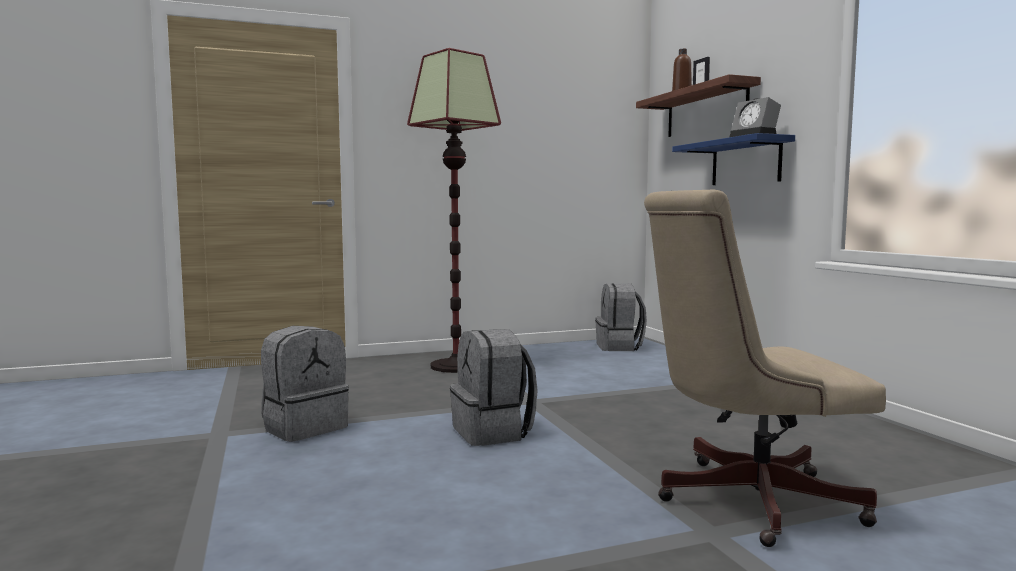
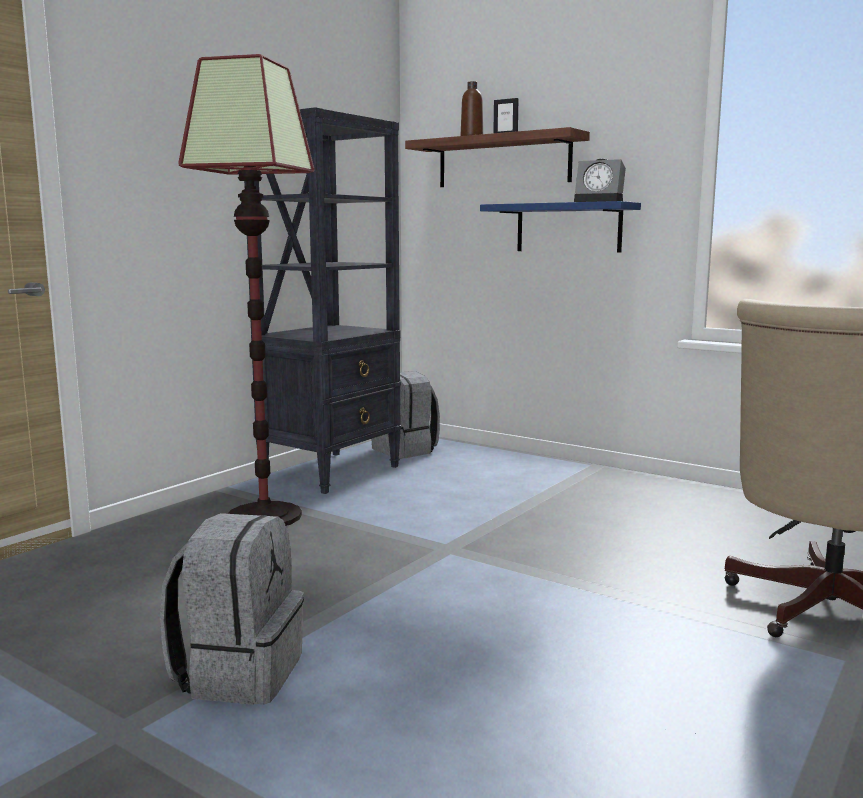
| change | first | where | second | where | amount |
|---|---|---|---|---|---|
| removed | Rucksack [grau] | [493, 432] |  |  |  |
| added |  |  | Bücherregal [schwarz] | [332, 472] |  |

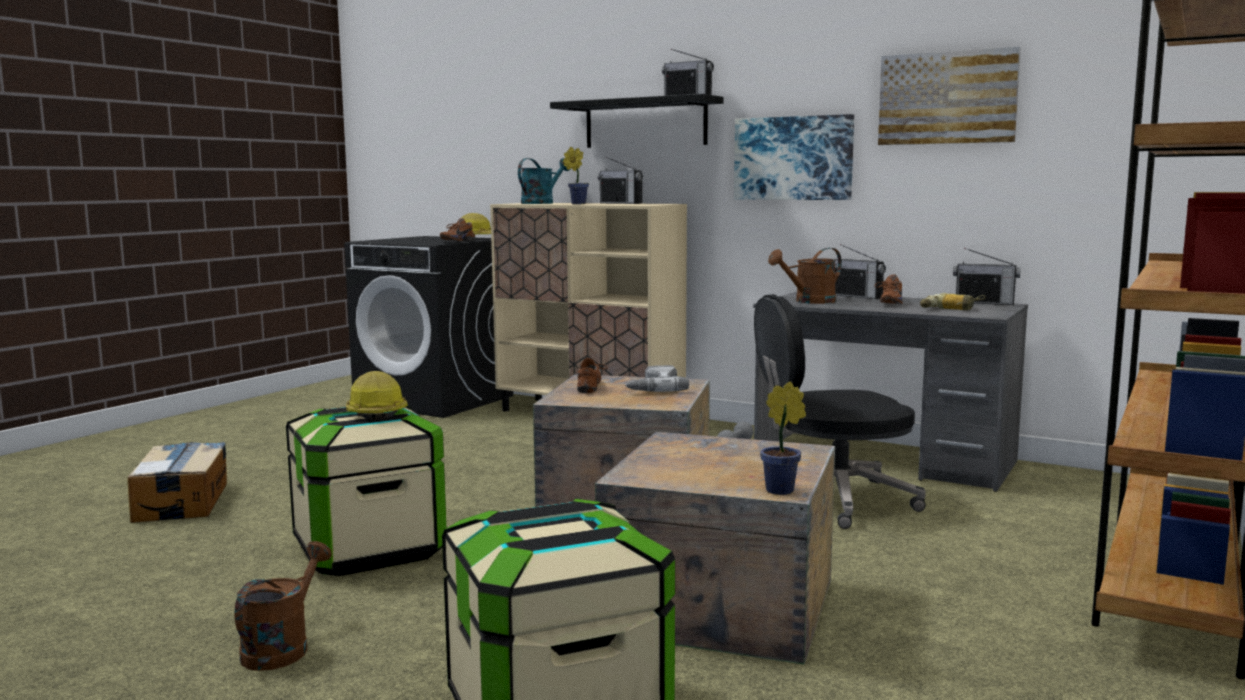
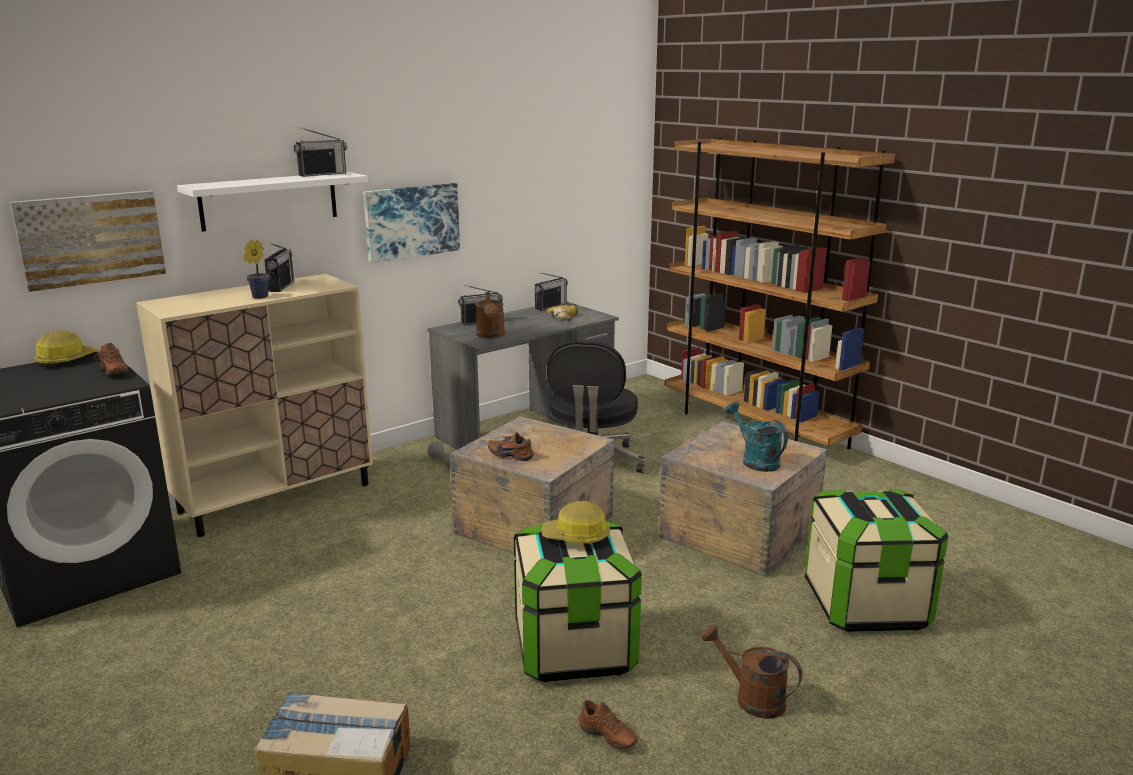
| change | first | where | second | where | amount |
|---|---|---|---|---|---|
| removed | Bohrmaschine | [653, 388] |  |  |  |
| removed | Topfpflanze | [783, 490] |  |  |  |
| moved | Gießkanne [türkis] | [541, 203] |  | [755, 460] |  |
| moved | Schuh [braun] | [889, 304] |  | [605, 738] |  |
| moved | Bild | [947, 98] |  | [91, 239] |  |
| recoloured | Wandregal [schwarz] | [645, 123] | Wandregal [weiß] | [269, 201] |  |
| turned | Radio | [621, 203] |  | [281, 286] | 60 degrees counterclockwise |

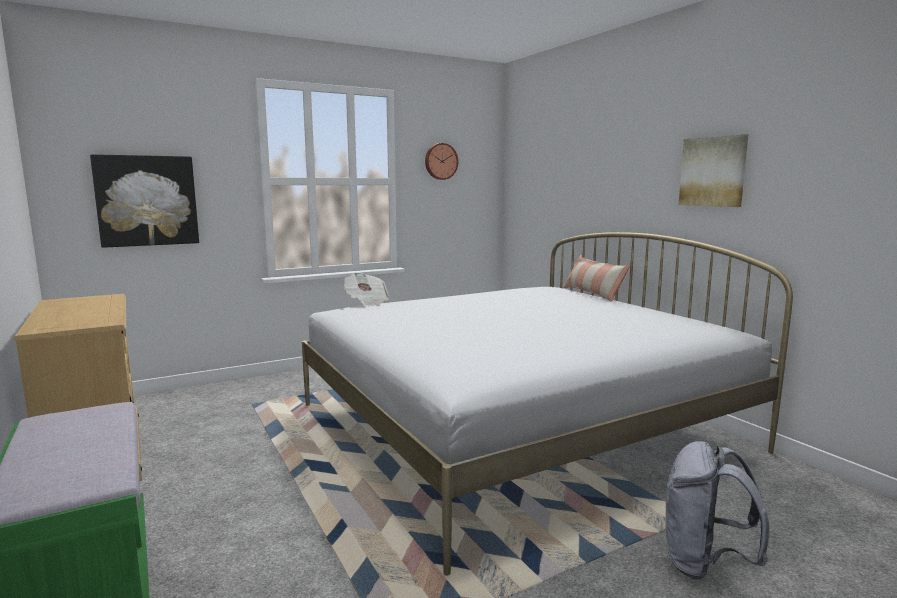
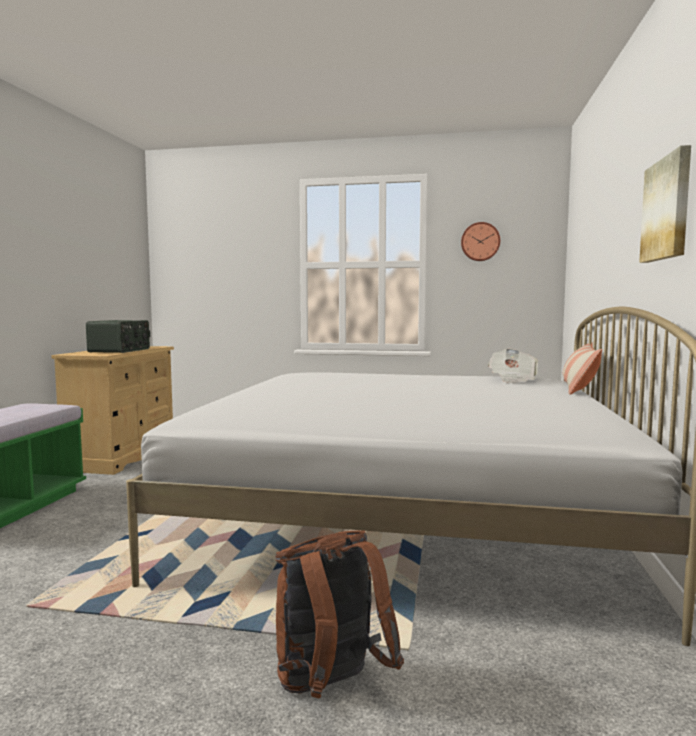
| change | first | where | second | where | amount |
|---|---|---|---|---|---|
| removed | Bild | [147, 201] |  |  |  |
| added |  |  | Radio | [120, 350] |  |
| moved | Zeitung | [366, 301] |  | [512, 379] |  |
| recoloured | Rucksack [grau] | [704, 564] | Rucksack [braun] | [330, 687] |  |

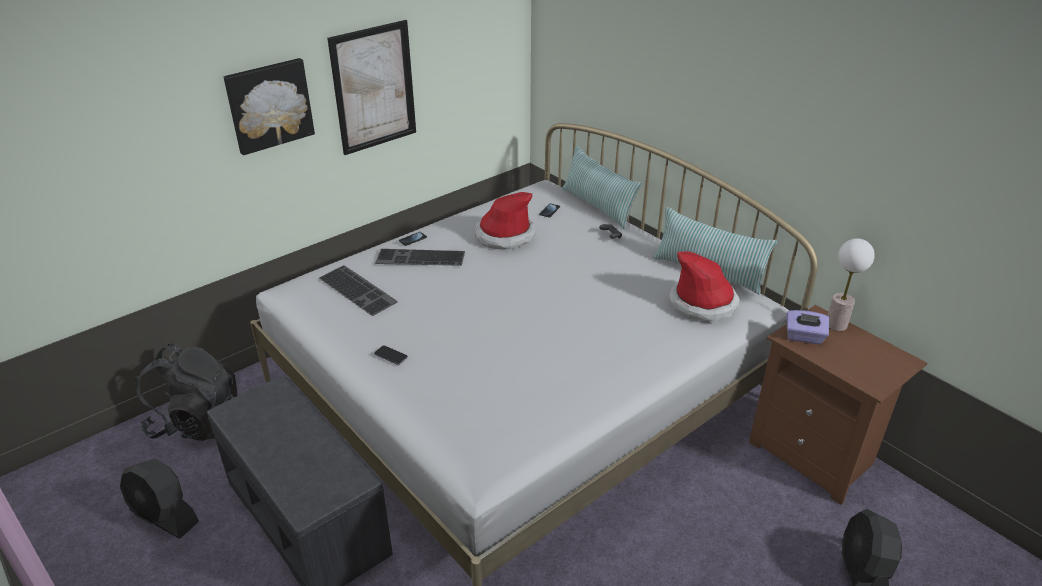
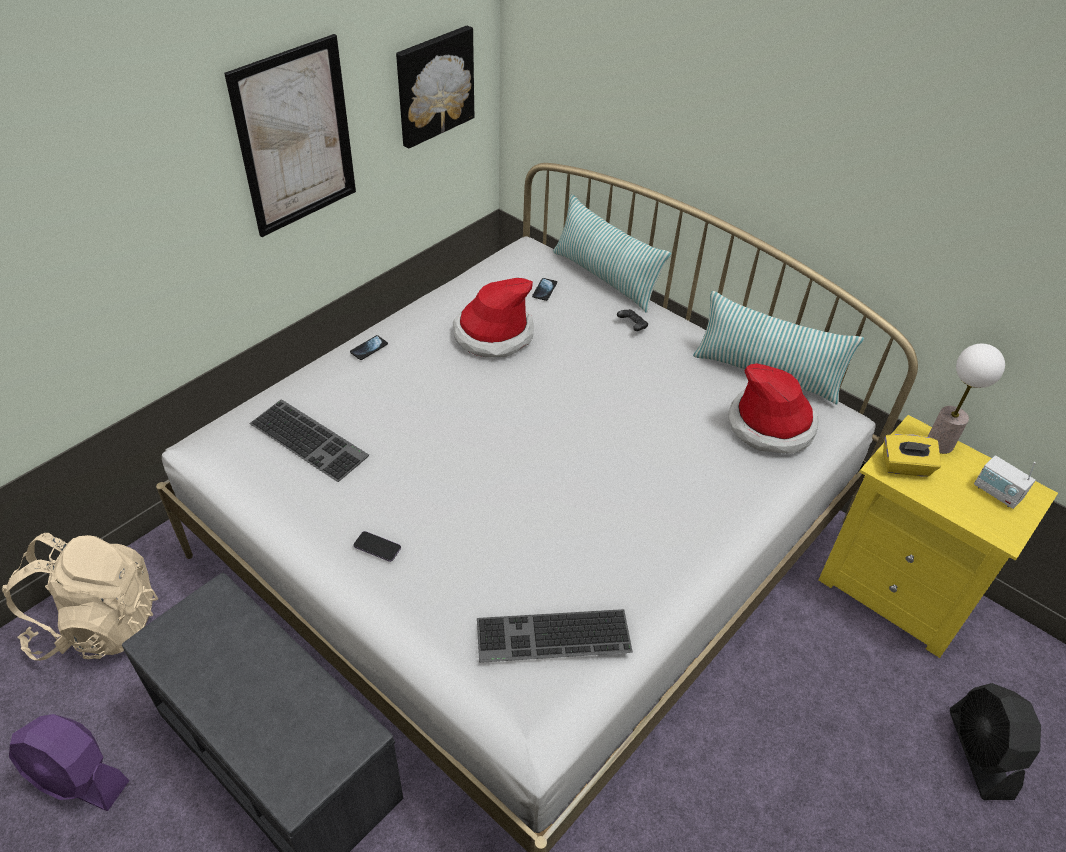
| change | first | where | second | where | amount |
|---|---|---|---|---|---|
| added |  |  | Radio | [997, 493] |  |
| moved | Bild | [269, 105] |  | [434, 85] |  |
| moved | Tastatur | [419, 259] |  | [552, 638] |  |
| recoloured | Ventilator [schwarz] | [164, 517] | Ventilator [lila] | [78, 778] |  |
| recoloured | Rucksack [schwarz] | [197, 422] | Rucksack [beige] | [99, 624] |  |
| recoloured | Nachttisch [braun] | [815, 455] | Nachttisch [gelb] | [898, 590] |  |
| recoloured | Taschentuchbox [lila] | [804, 337] | Taschentuchbox [gelb] | [905, 467] |  |

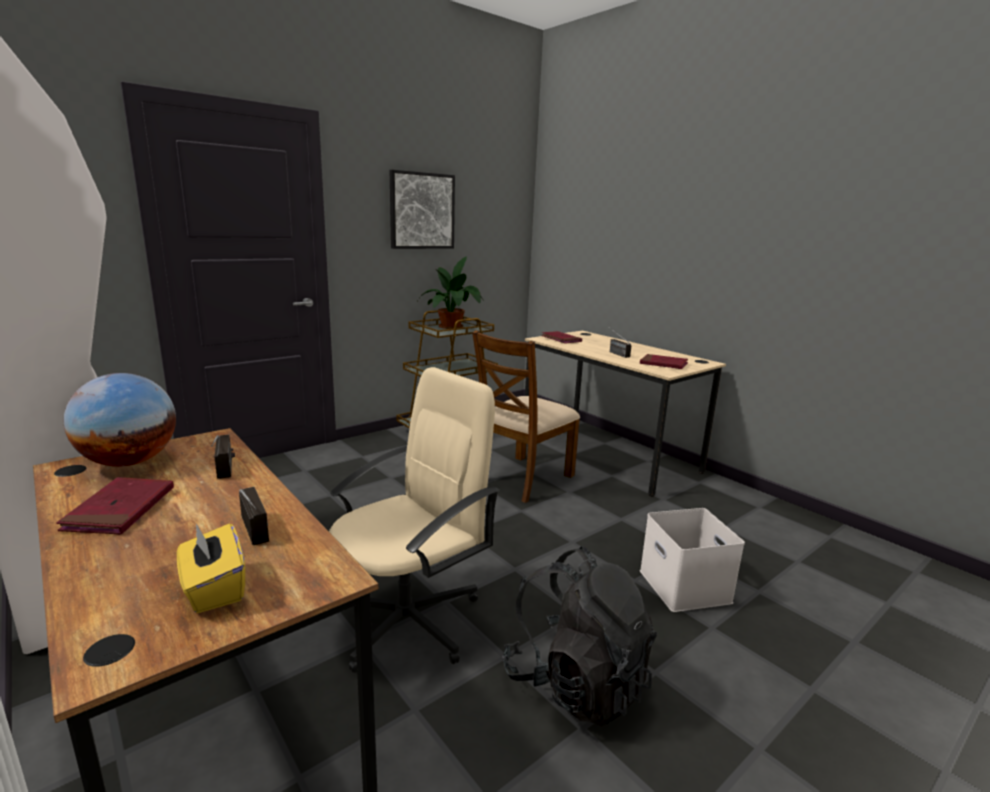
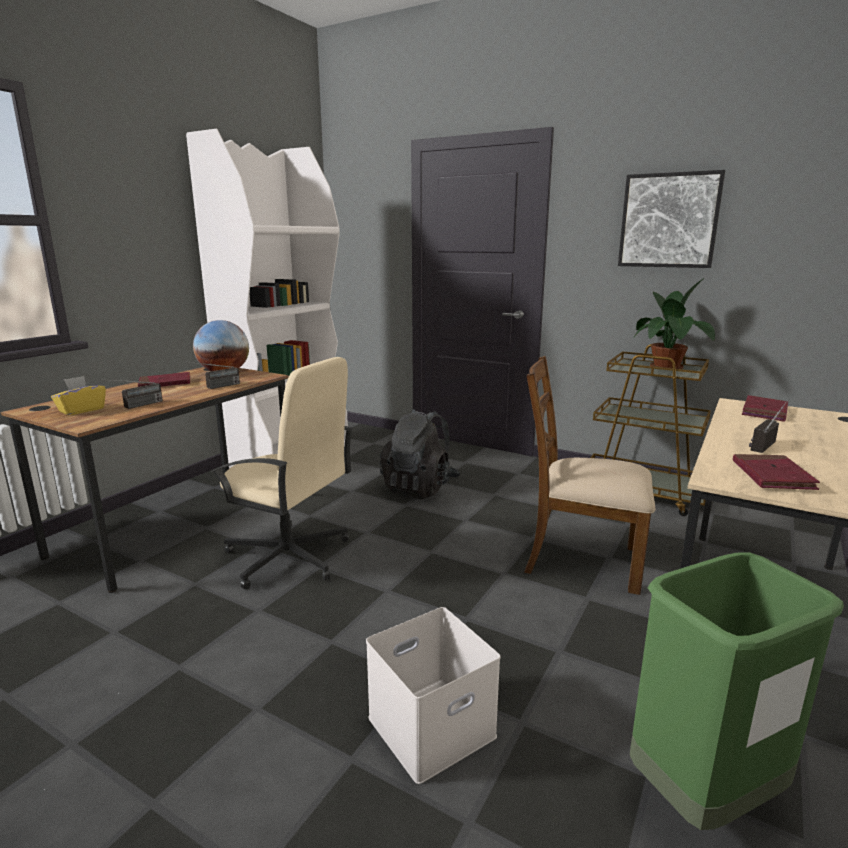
| change | first | where | second | where | amount |
|---|---|---|---|---|---|
| added |  |  | Mülleimer [grün] | [704, 795] |  |
| moved | Rucksack [schwarz] | [576, 682] |  | [420, 488] |  |

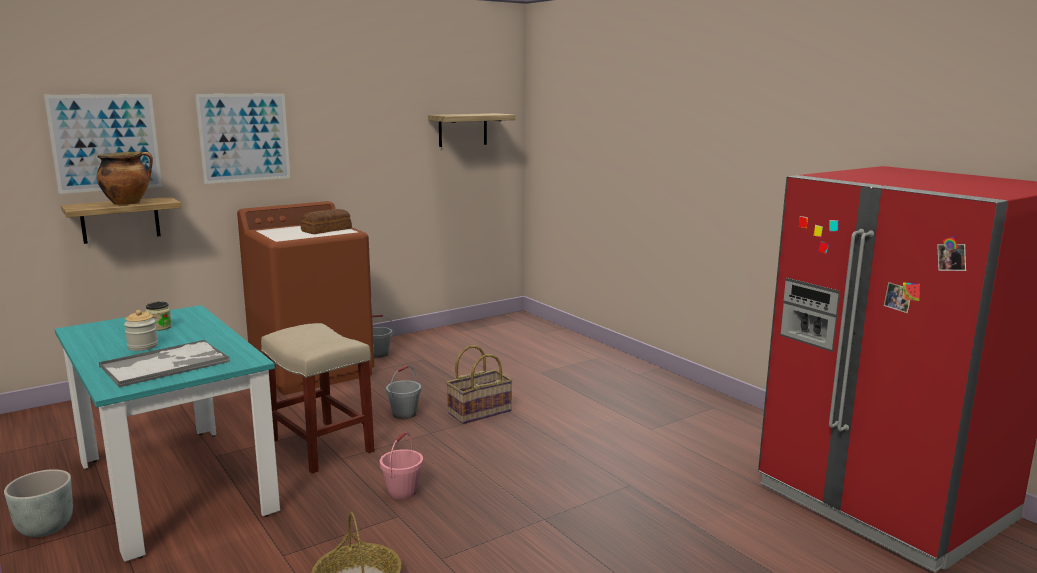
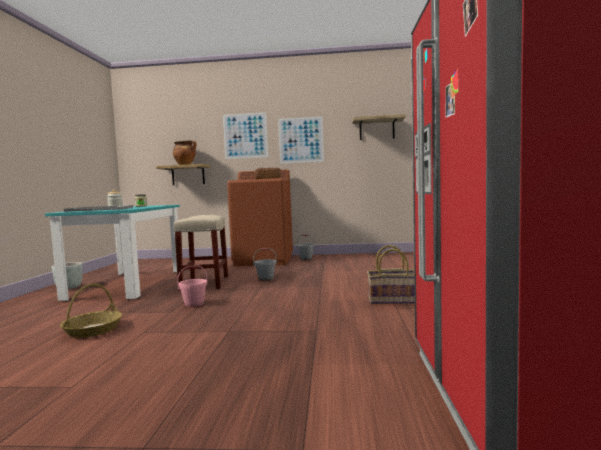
| change | first | where | second | where | amount |
|---|---|---|---|---|---|
| moved | Bild | [105, 143] |  | [301, 140] |  |
| moved | Korb | [479, 412] |  | [393, 300] |  |

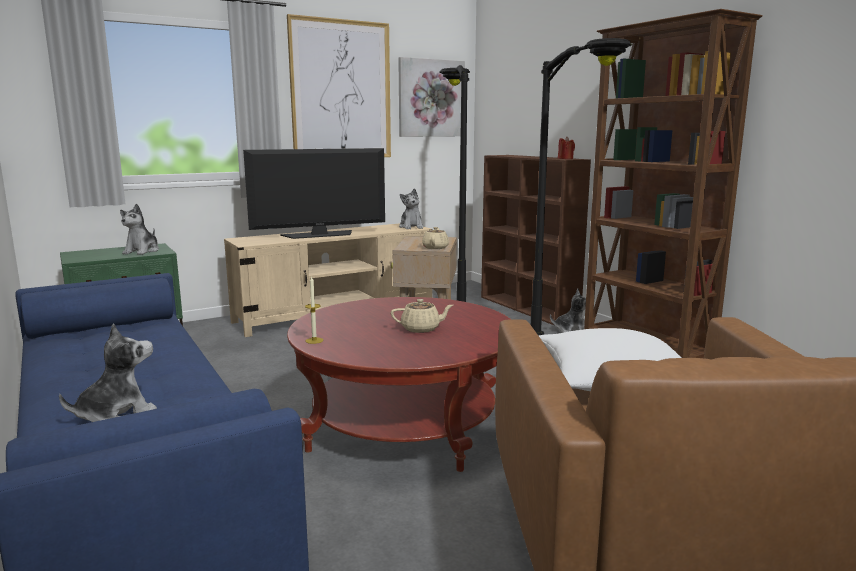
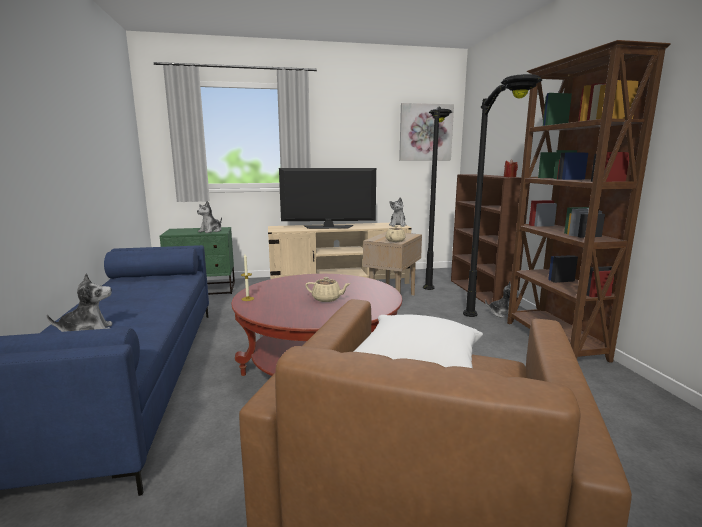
| change | first | where | second | where | amount |
|---|---|---|---|---|---|
| removed | Bild | [341, 90] |  |  |  |

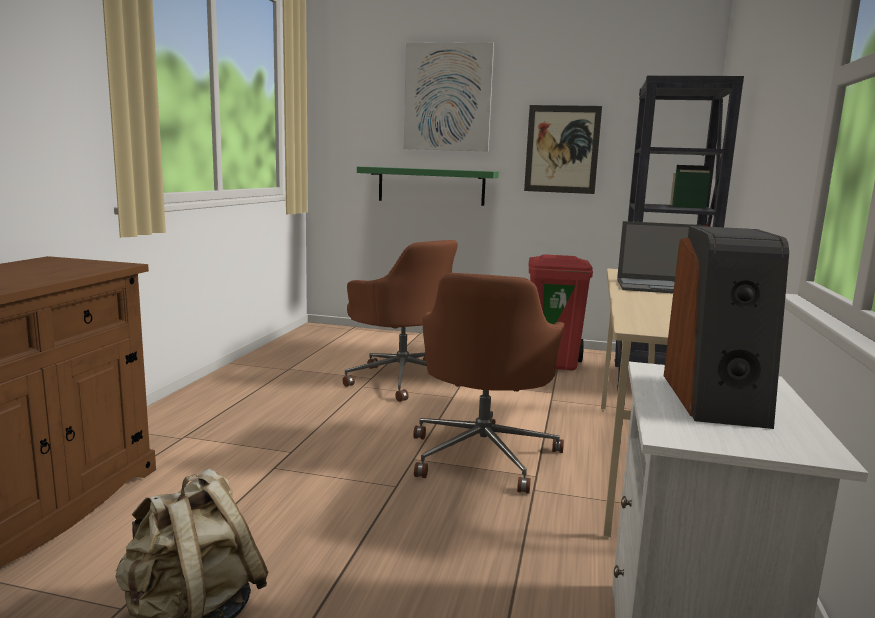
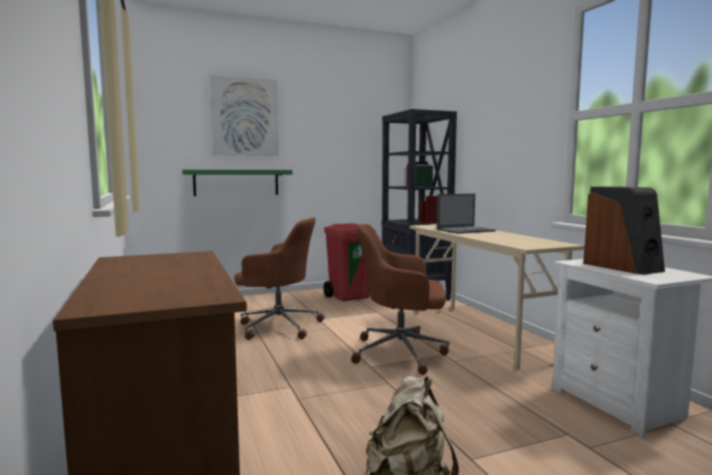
| change | first | where | second | where | amount |
|---|---|---|---|---|---|
| removed | Bild | [562, 149] |  |  |  |
| turned | Bürostuhl [braun] | [484, 455] |  | [401, 352] | 120 degrees clockwise |

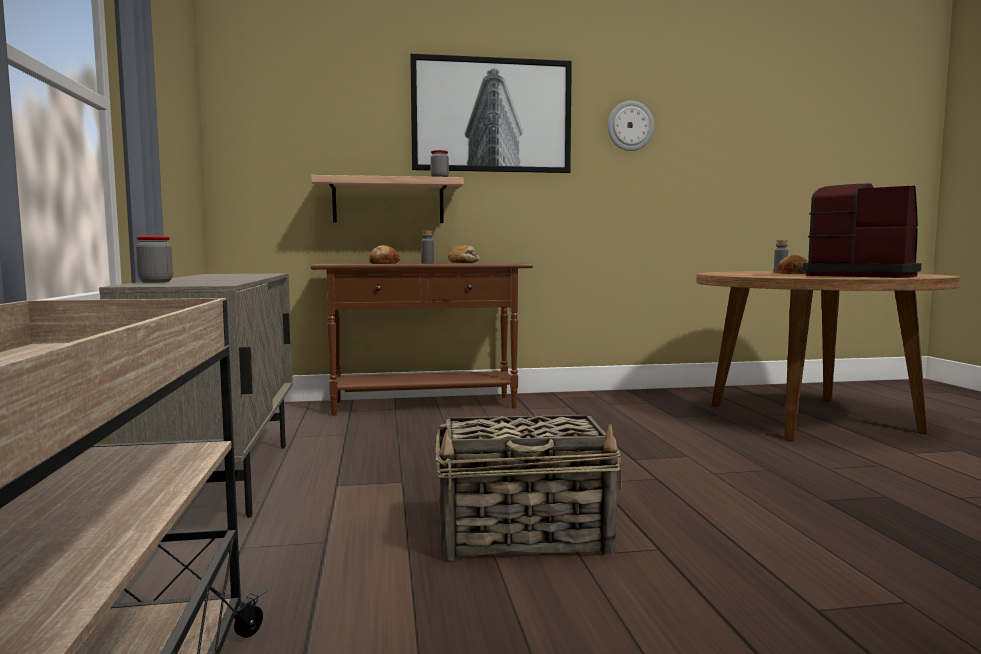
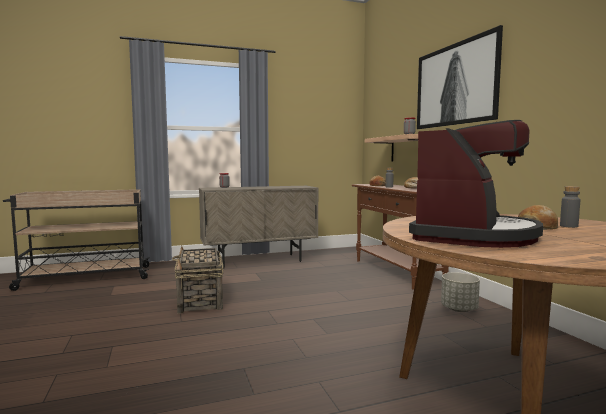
| change | first | where | second | where | amount |
|---|---|---|---|---|---|
| removed | Wanduhr | [630, 126] |  |  |  |
| added |  |  | Pflanzkübel [grau] | [458, 309] |  |

